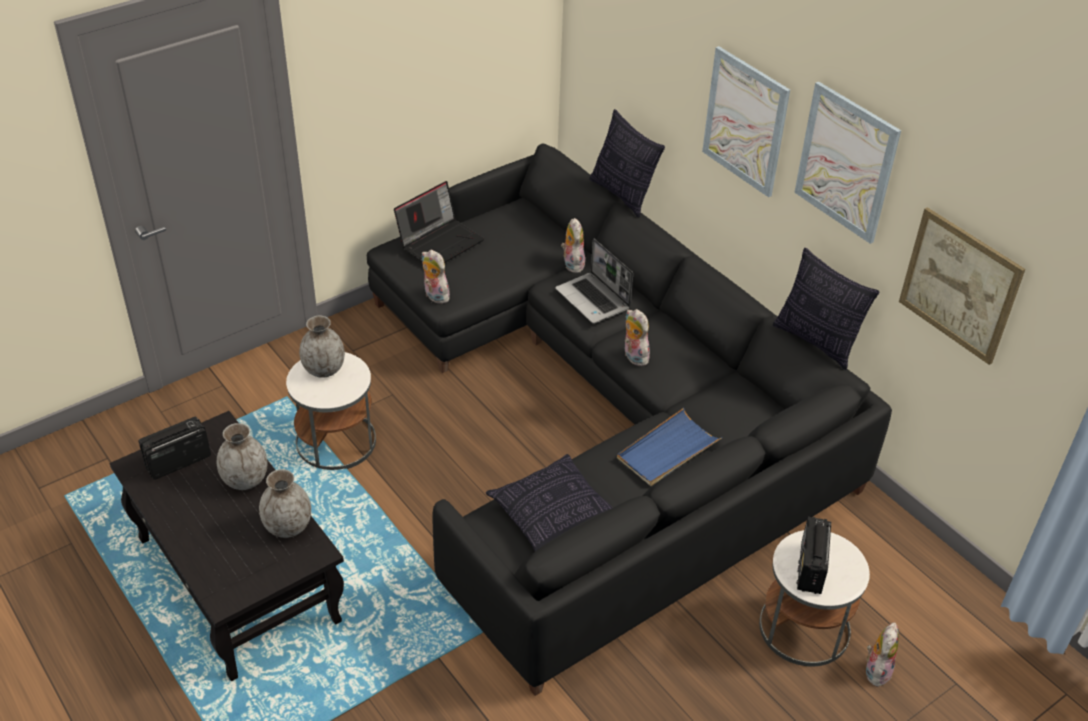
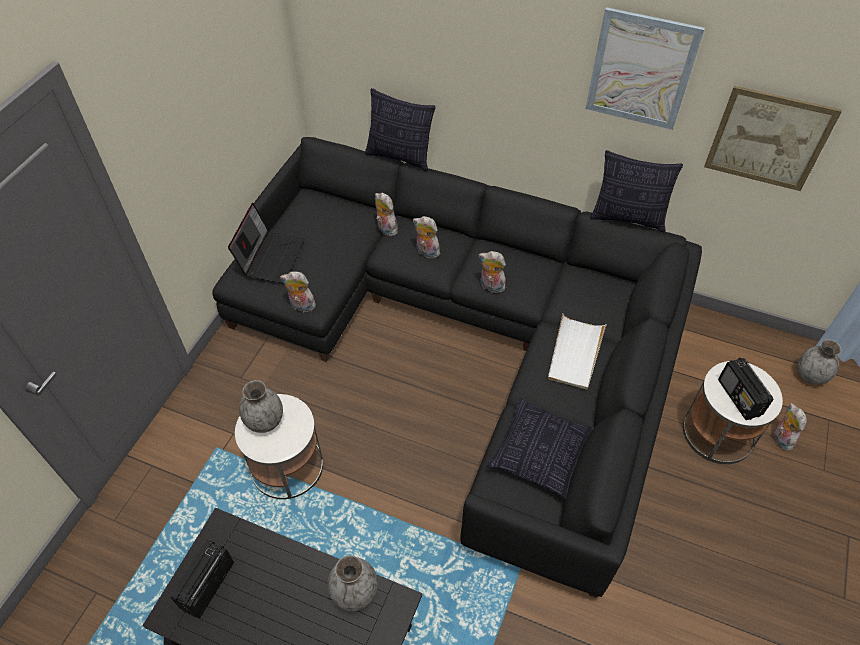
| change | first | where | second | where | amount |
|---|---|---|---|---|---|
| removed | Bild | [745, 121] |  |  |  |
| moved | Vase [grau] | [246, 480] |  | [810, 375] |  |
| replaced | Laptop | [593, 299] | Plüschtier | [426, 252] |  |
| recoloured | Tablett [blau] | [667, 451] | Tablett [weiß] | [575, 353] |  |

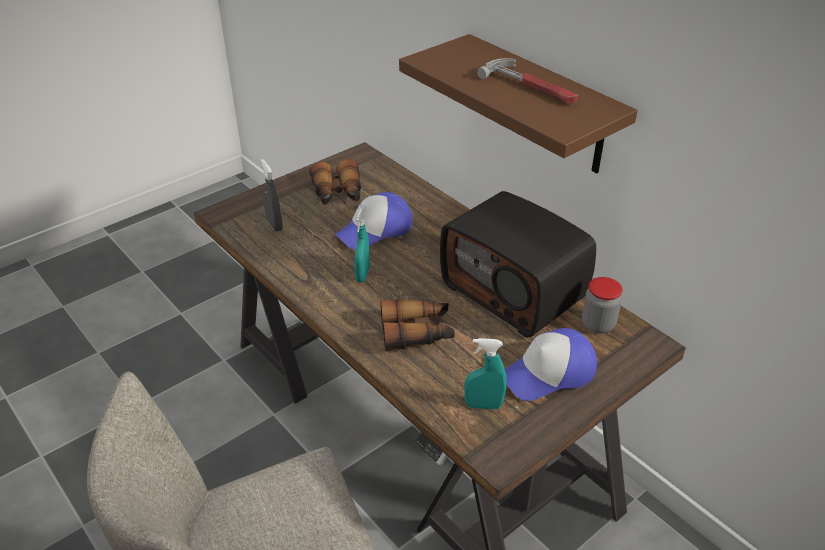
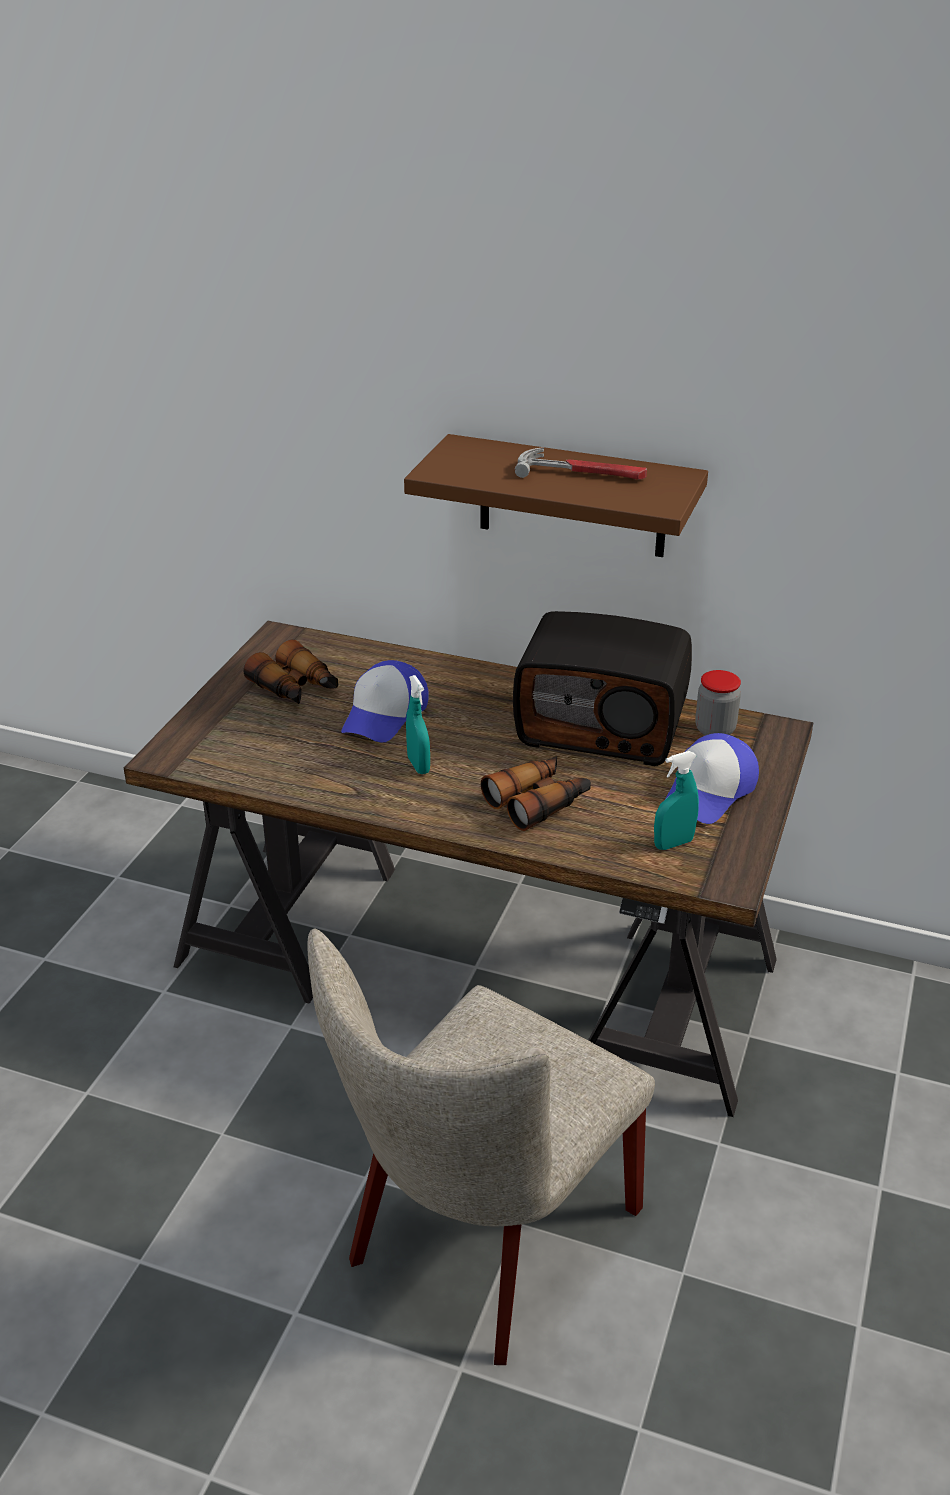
| change | first | where | second | where | amount |
|---|---|---|---|---|---|
| removed | Sprühflasche [grau] | [274, 225] |  |  |  |

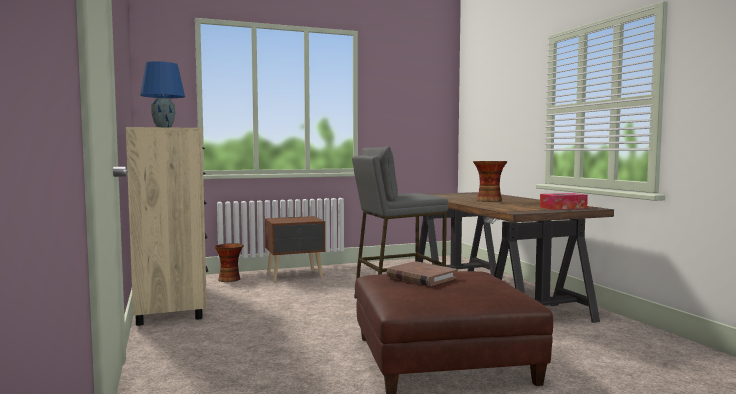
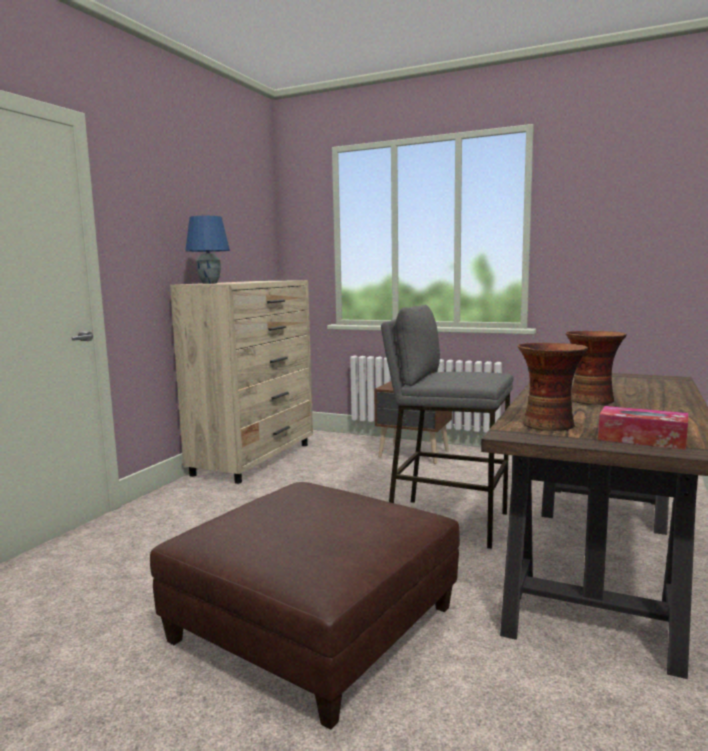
| change | first | where | second | where | amount |
|---|---|---|---|---|---|
| removed | Buch [braun] | [421, 277] |  |  |  |
| moved | Vase | [229, 279] |  | [549, 424] |  |

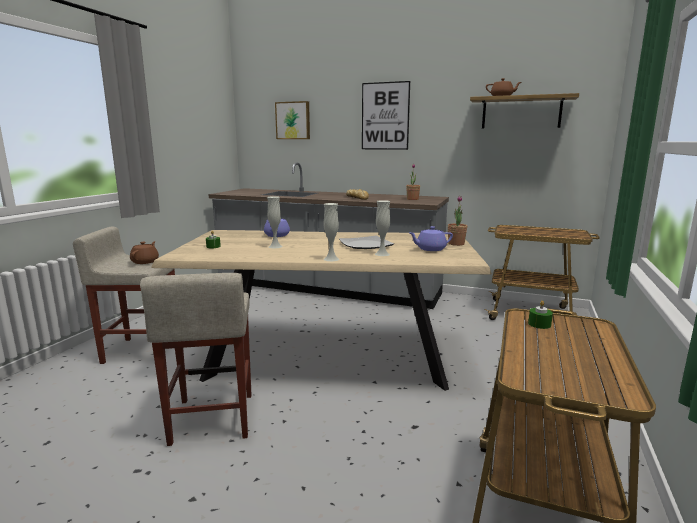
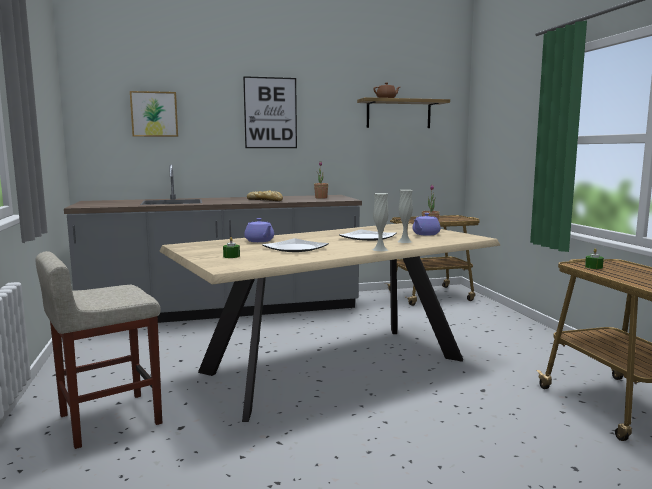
| change | first | where | second | where | amount |
|---|---|---|---|---|---|
| removed | Teekanne [braun] | [145, 261] |  |  |  |
| removed | Hocker [beige] | [212, 419] |  |  |  |
| replaced | Vase [weiß] | [275, 246] | Teller | [295, 248] |  |

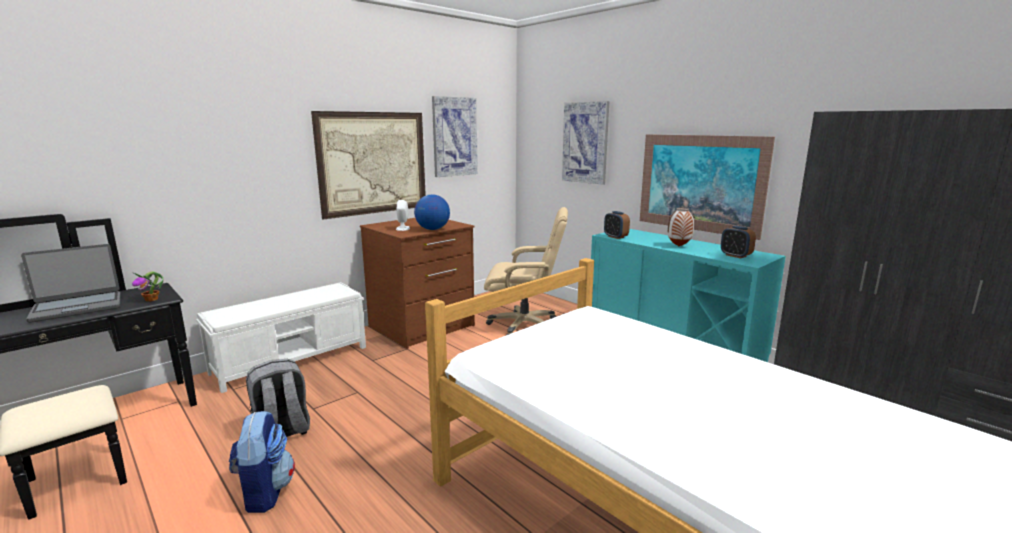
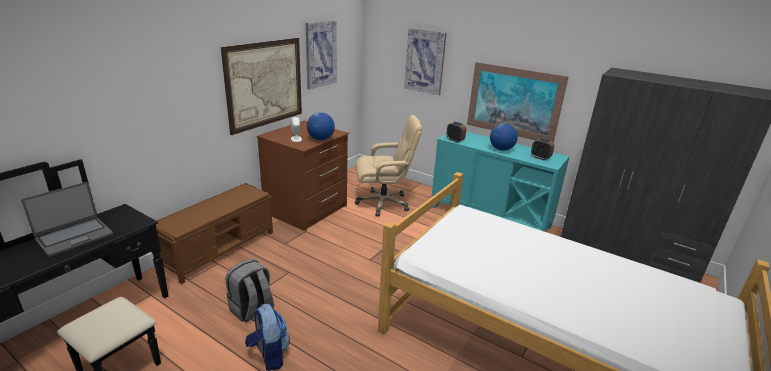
| change | first | where | second | where | amount |
|---|---|---|---|---|---|
| removed | Topfpflanze | [152, 299] |  |  |  |
| replaced | Vase | [678, 246] | Globus | [501, 149] |  |
| recoloured | Bank [weiß] | [292, 359] | Bank [braun] | [220, 249] |  |

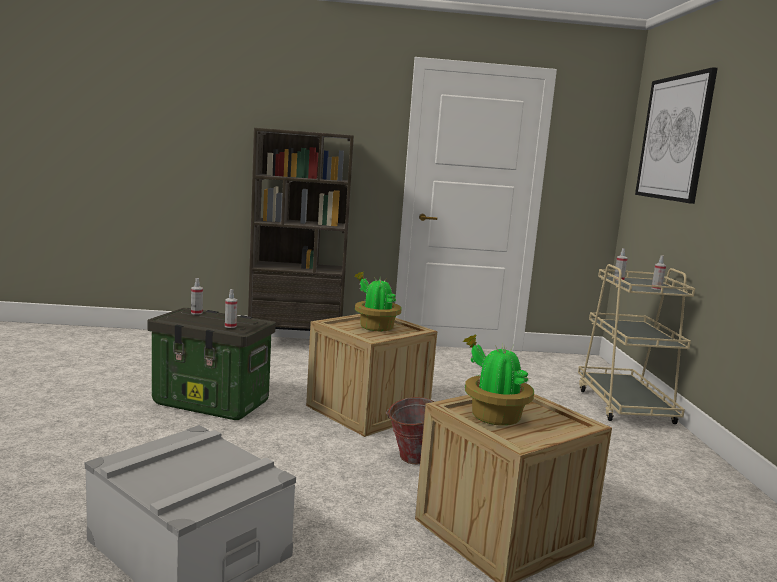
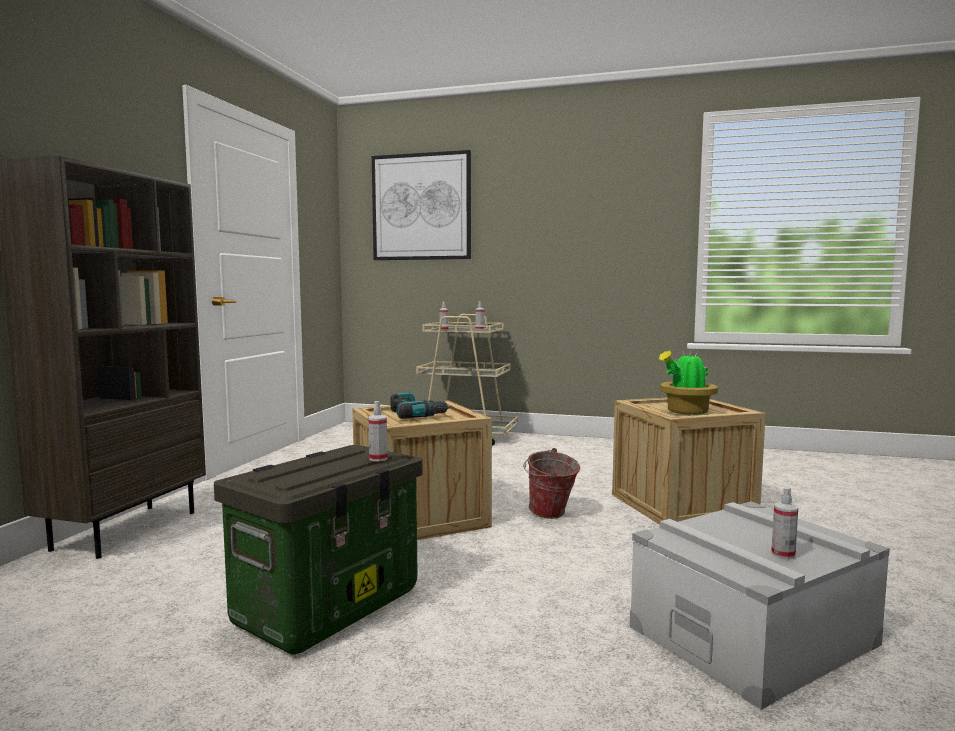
| change | first | where | second | where | amount |
|---|---|---|---|---|---|
| moved | Sprühflasche | [196, 313] |  | [783, 554] |  |
| replaced | Topfpflanze | [375, 327] | Bohrmaschine | [416, 415] |  |

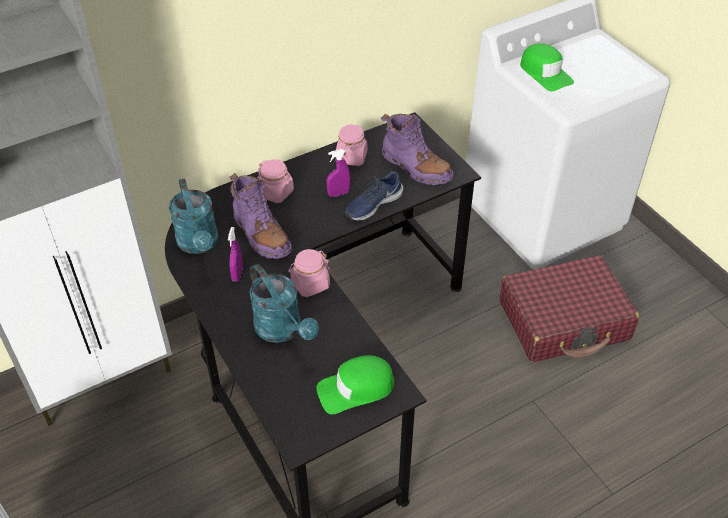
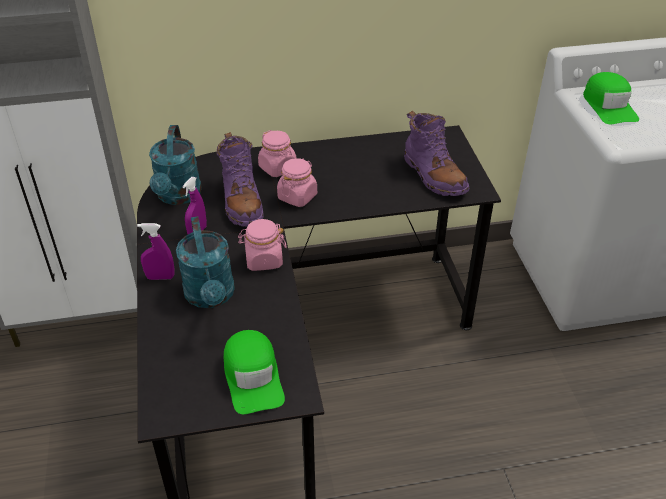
| change | first | where | second | where | amount |
|---|---|---|---|---|---|
| removed | Schuh [blau] | [373, 204] |  |  |  |
| removed | Koffer [rot] | [564, 320] |  |  |  |
| moved | Sprühflasche [lila] | [338, 193] |  | [160, 277] |  |
| moved | Vorratsglas [rosa] | [351, 157] |  | [297, 196] |  |
| turned | Kappe [grün] | [356, 389] |  | [253, 377] | 105 degrees counterclockwise |

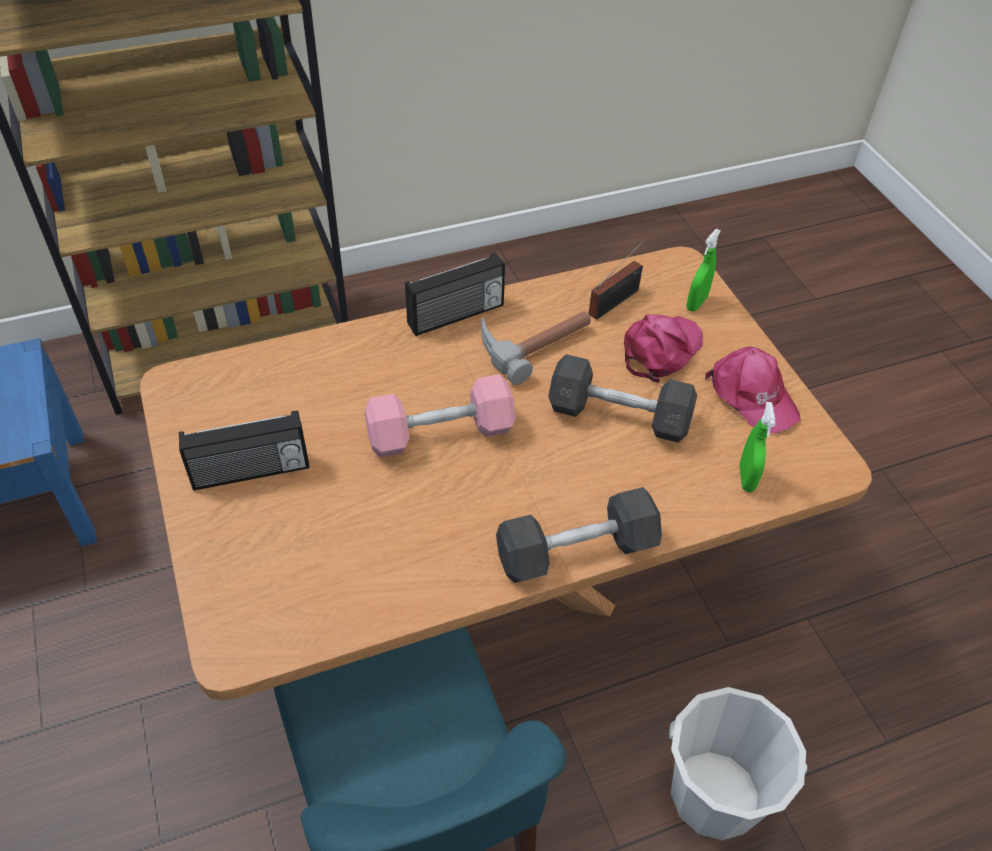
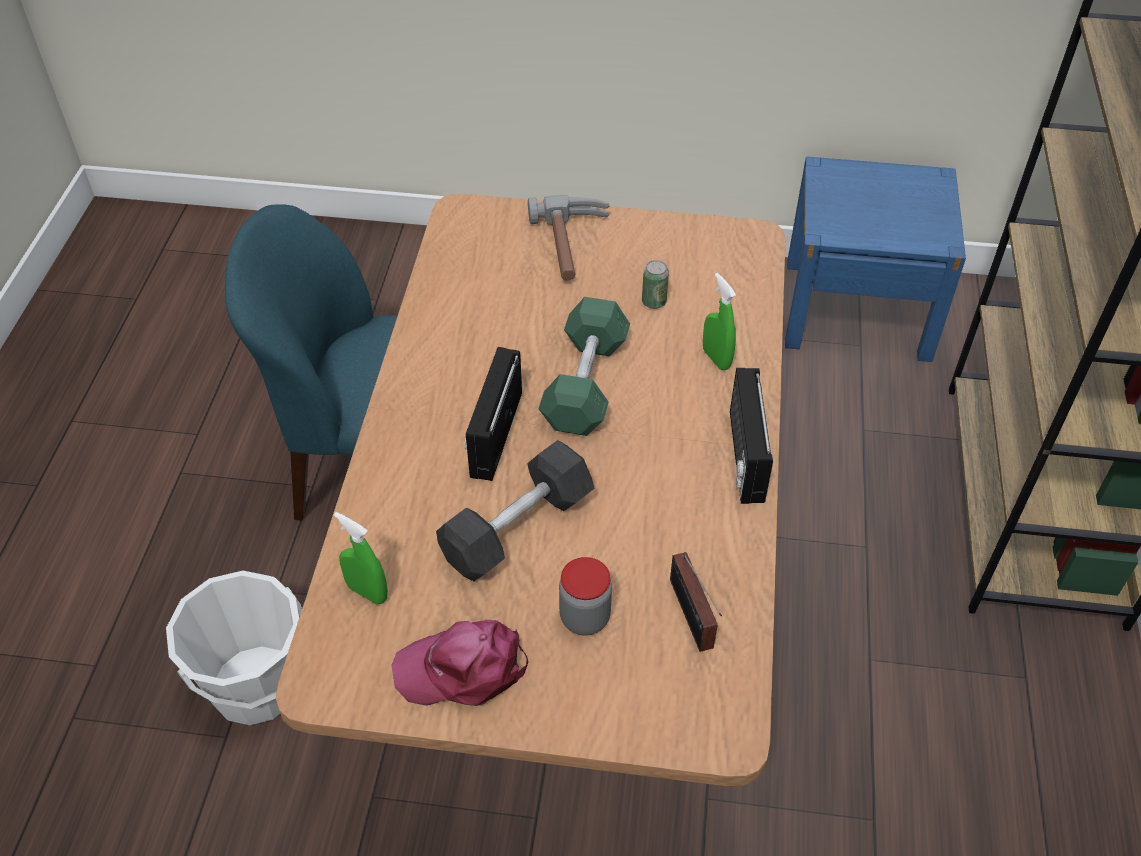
| change | first | where | second | where | amount |
|---|---|---|---|---|---|
| removed | Hantel [grau] | [576, 551] |  |  |  |
| added |  |  | Dose | [654, 302] |  |
| moved | Radio | [251, 472] |  | [494, 434] |  |
| moved | Hammer | [533, 341] |  | [574, 246] |  |
| moved | Sprühflasche [grün] | [696, 303] |  | [716, 358] |  |
| replaced | Kappe [rosa] | [660, 350] | Vorratsglas | [584, 618] |  |
| recoloured | Hantel [rosa] | [440, 433] | Hantel [grün] | [585, 384] |  |

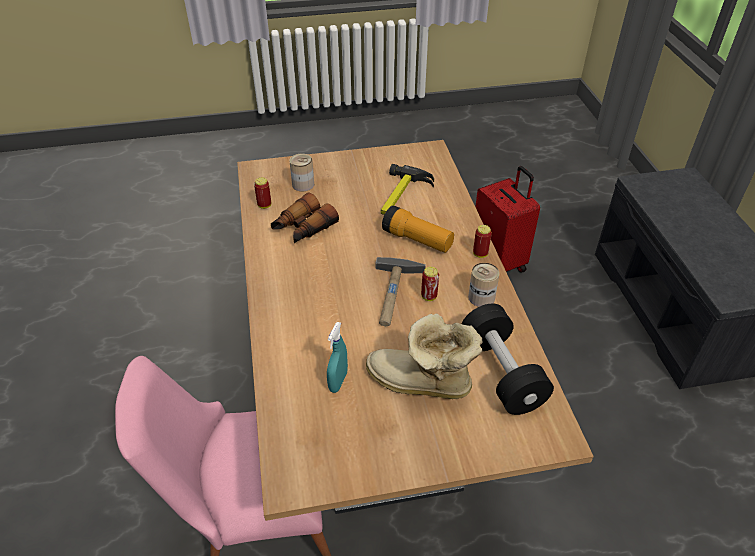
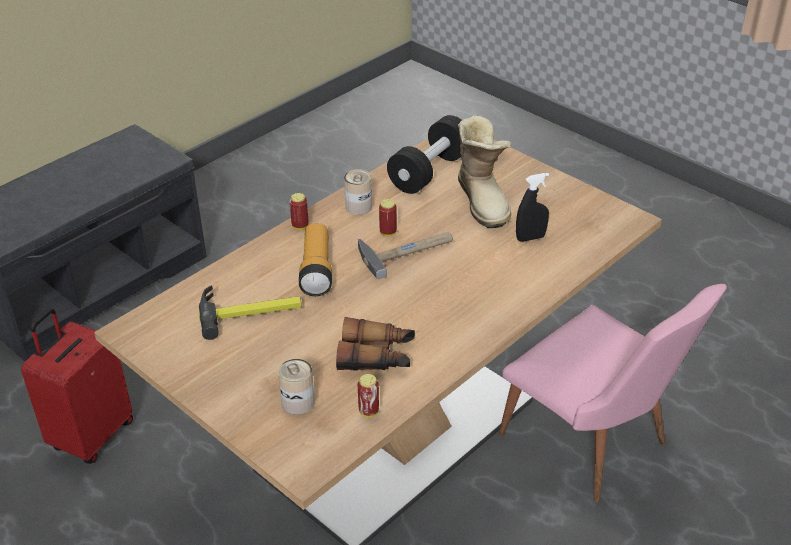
| change | first | where | second | where | amount |
|---|---|---|---|---|---|
| recoloured | Sprühflasche [türkis] | [338, 382] | Sprühflasche [schwarz] | [530, 238] |  |

